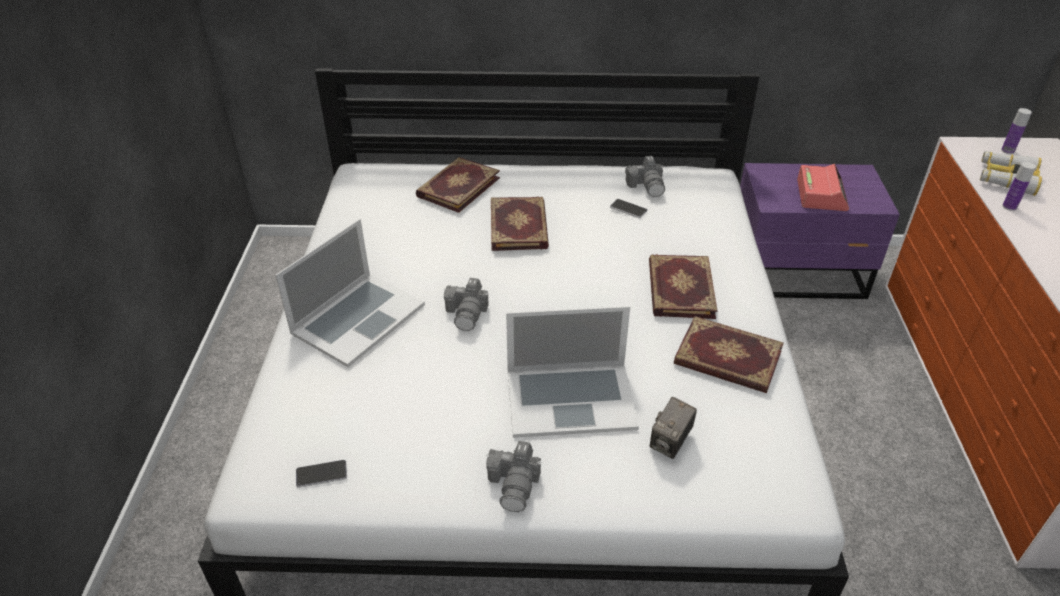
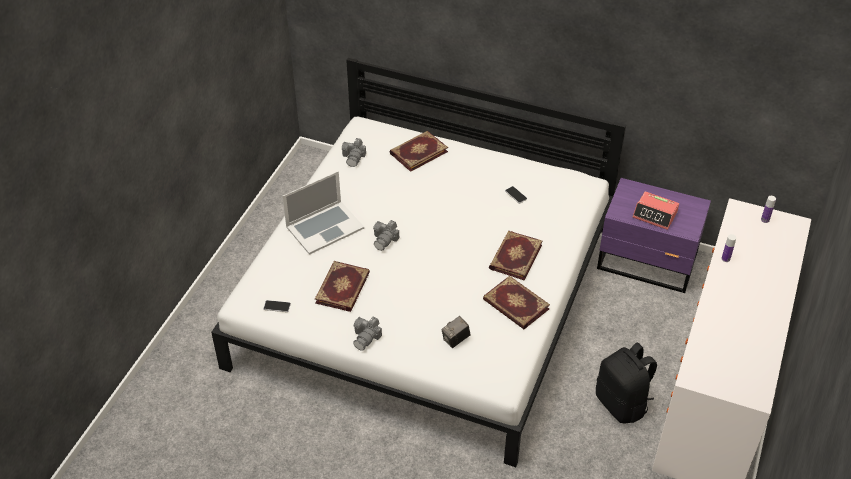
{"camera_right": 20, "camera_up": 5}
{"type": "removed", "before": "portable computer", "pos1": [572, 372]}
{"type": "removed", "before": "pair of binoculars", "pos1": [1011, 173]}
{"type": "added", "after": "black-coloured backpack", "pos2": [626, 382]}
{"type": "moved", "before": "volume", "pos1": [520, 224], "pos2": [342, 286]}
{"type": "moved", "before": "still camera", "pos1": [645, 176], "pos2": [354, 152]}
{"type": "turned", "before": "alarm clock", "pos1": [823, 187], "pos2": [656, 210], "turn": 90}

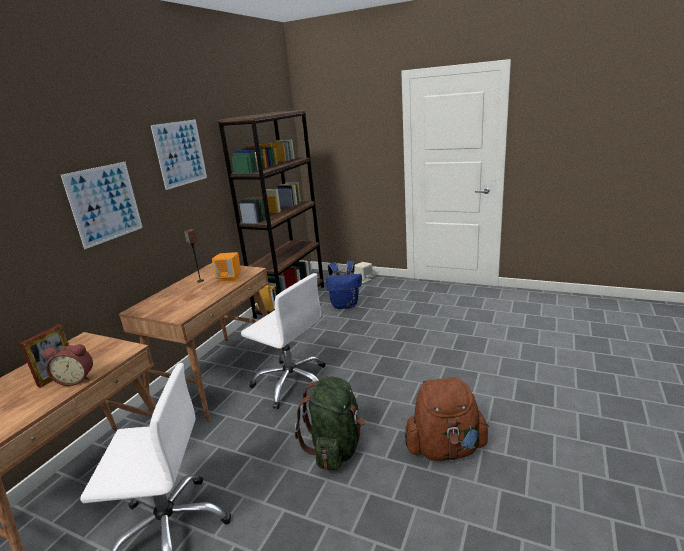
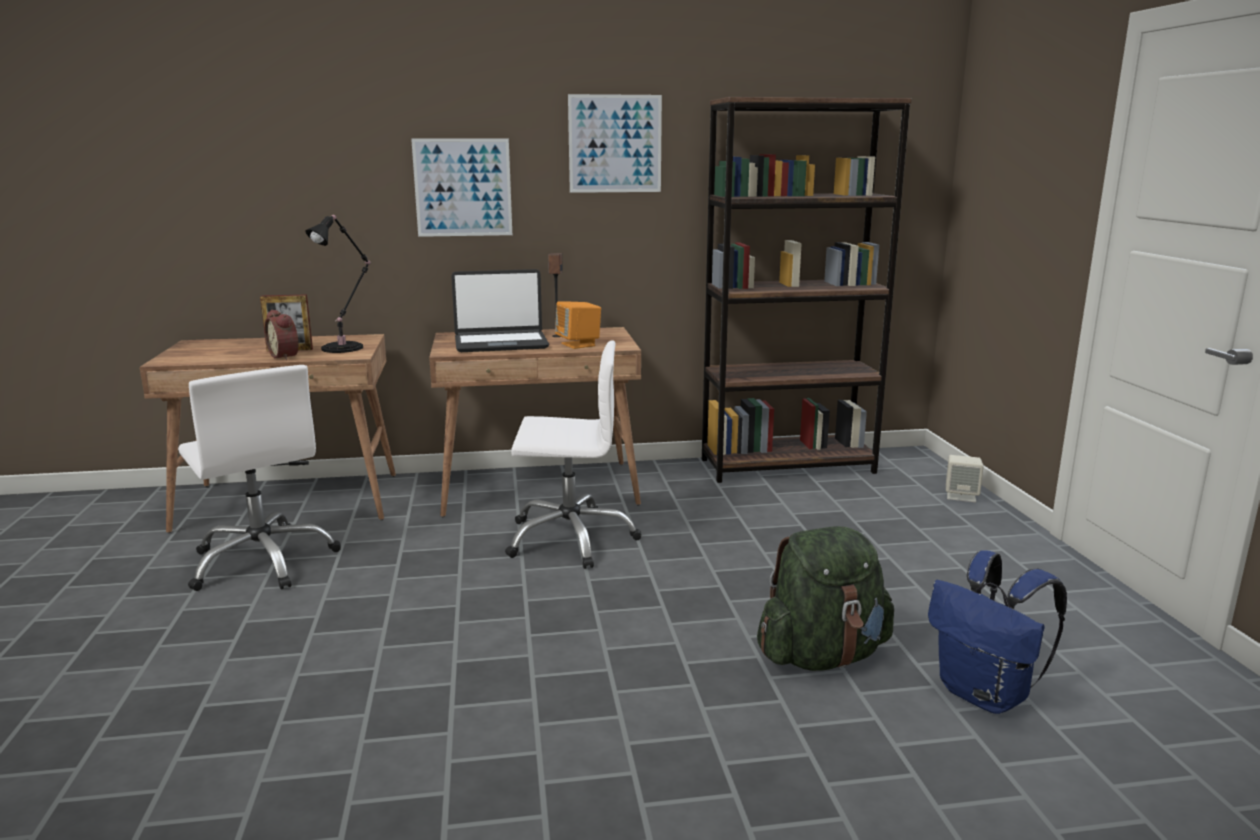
{"camera_right": 55, "camera_up": -5}
{"type": "removed", "before": "brown-coloured backpack", "pos1": [446, 419]}
{"type": "added", "after": "black-coloured tabletop lamp", "pos2": [338, 284]}
{"type": "added", "after": "portable computer", "pos2": [500, 310]}
{"type": "moved", "before": "green backpack", "pos1": [330, 423], "pos2": [825, 598]}
{"type": "moved", "before": "bluish backpack", "pos1": [344, 285], "pos2": [997, 632]}
{"type": "turned", "before": "white office chair", "pos1": [283, 341], "pos2": [573, 454], "turn": -90}

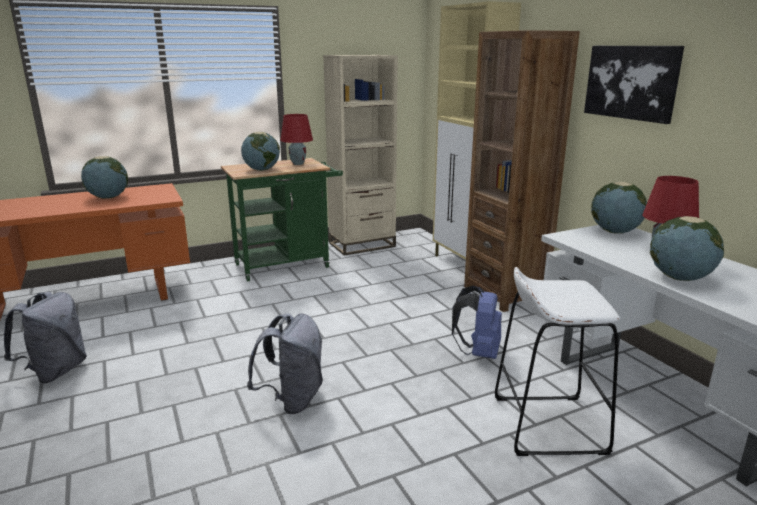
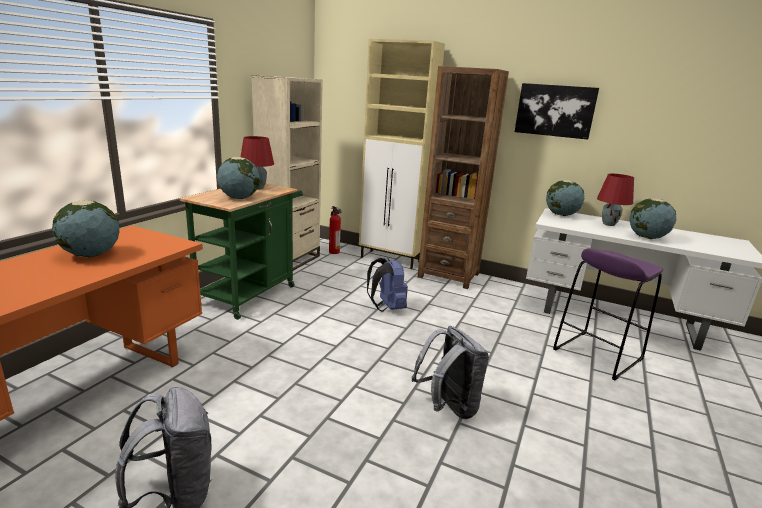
{"camera_right": -40, "camera_up": 0}
{"type": "added", "after": "fire-fighting cylinder", "pos2": [335, 230]}
{"type": "moved", "before": "bluish backpack", "pos1": [477, 322], "pos2": [387, 285]}
{"type": "recoloured", "before": "white sitting stool", "after": "purple-coloured sitting stool", "pos1": [557, 361], "pos2": [608, 314]}

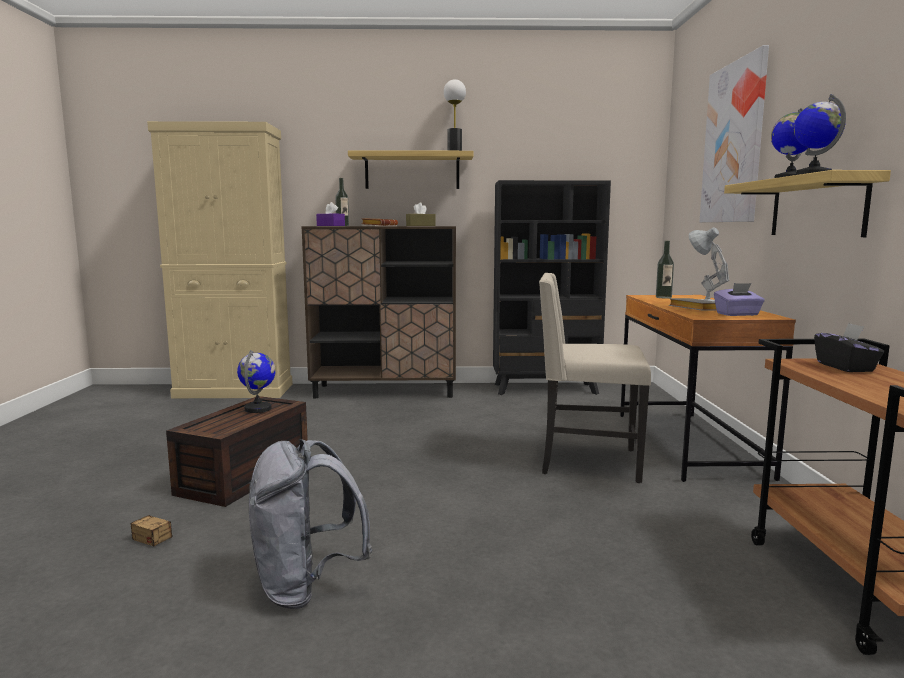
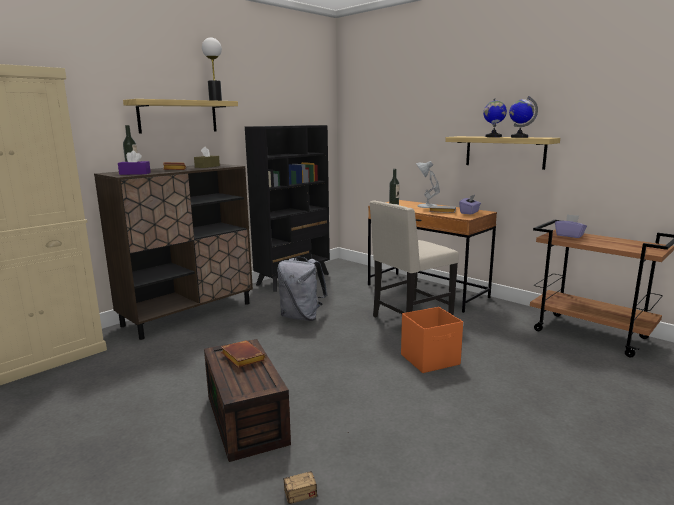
{"camera_right": -45, "camera_up": 5}
{"type": "removed", "before": "wall art", "pos1": [734, 133]}
{"type": "added", "after": "orangey storage box", "pos2": [432, 340]}
{"type": "moved", "before": "grey backpack", "pos1": [310, 524], "pos2": [302, 289]}
{"type": "replaced", "before": "desk globe", "after": "brown-coloured volume", "pos1": [256, 381], "pos2": [243, 354]}
{"type": "recoloured", "before": "black-coloured tissue holder", "after": "purple-coloured tissue holder", "pos1": [849, 347], "pos2": [571, 226]}

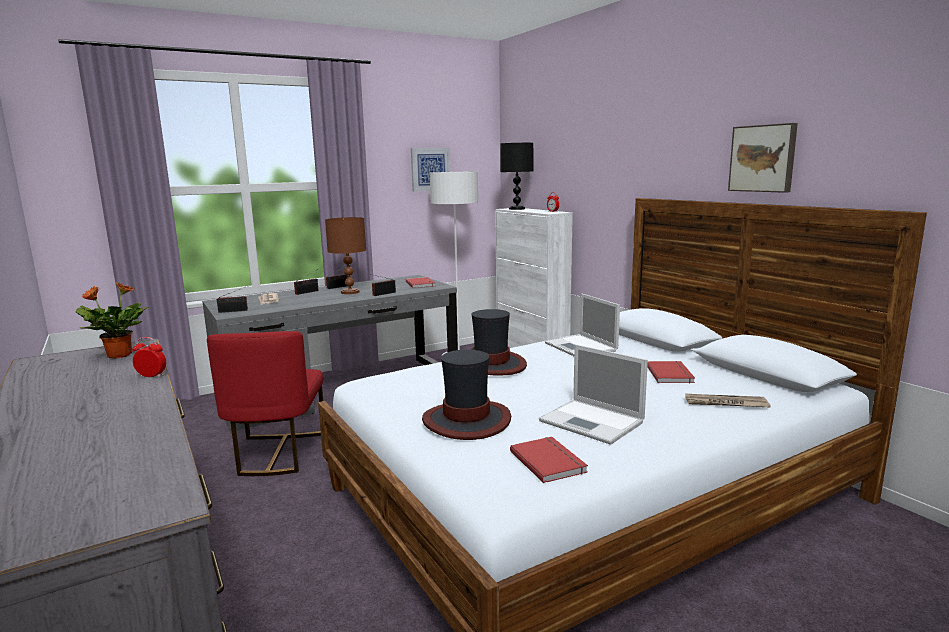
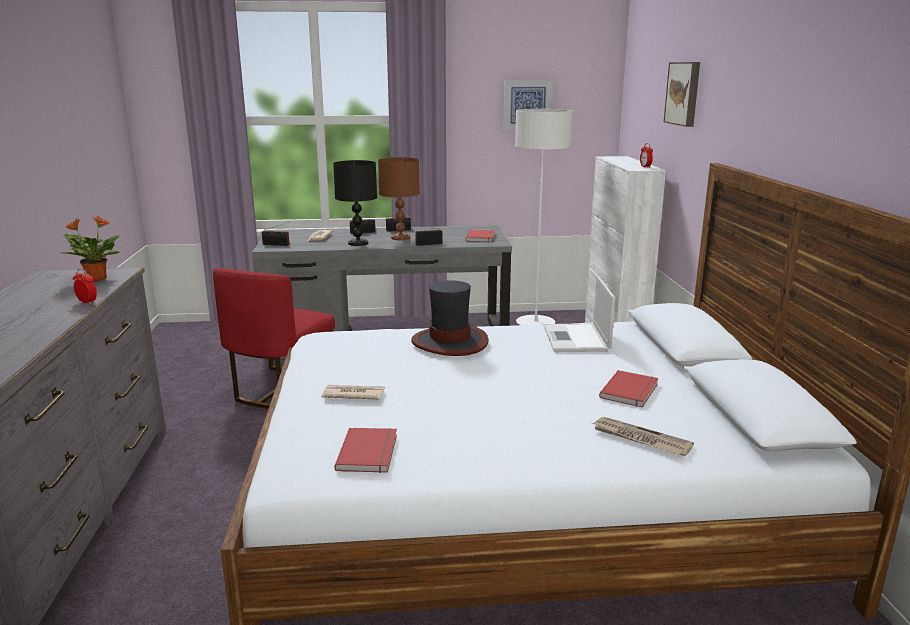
{"camera_right": 25, "camera_up": 5}
{"type": "removed", "before": "portable computer", "pos1": [593, 394]}
{"type": "moved", "before": "black-coloured tabletop lamp", "pos1": [516, 176], "pos2": [355, 203]}
{"type": "moved", "before": "wall art", "pos1": [763, 158], "pos2": [682, 94]}
{"type": "replaced", "before": "wearable hat", "after": "daily paper", "pos1": [466, 395], "pos2": [353, 392]}

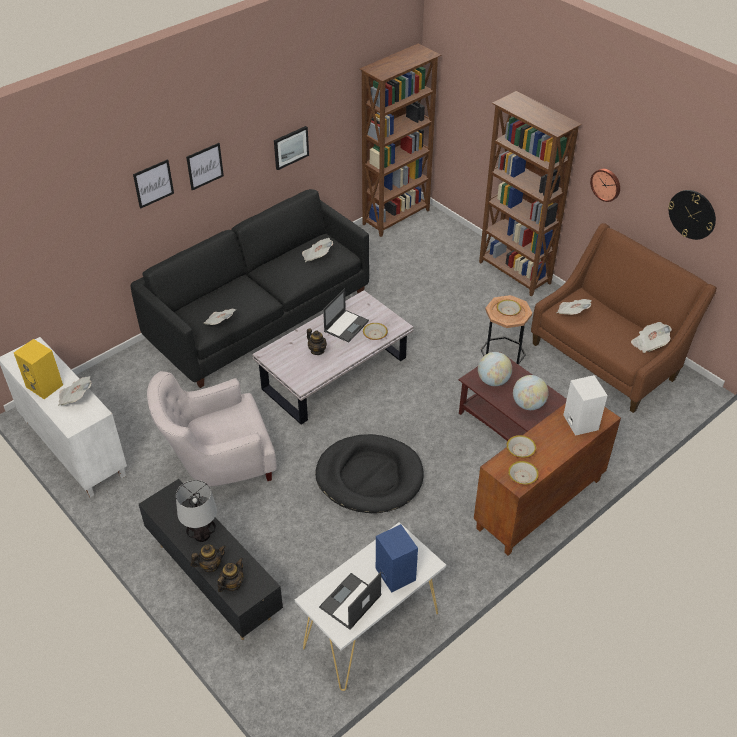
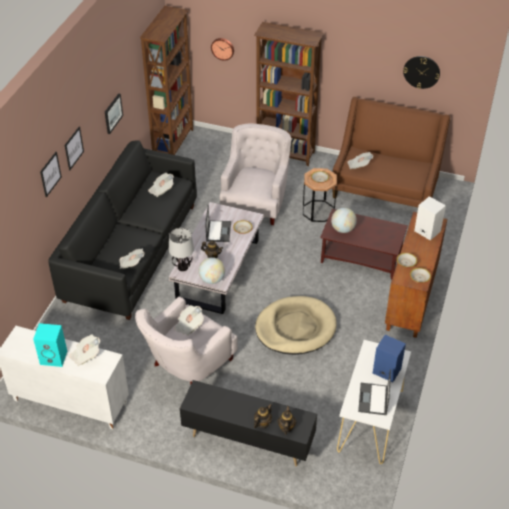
{"camera_right": -30, "camera_up": 0}
{"type": "added", "after": "white lounge chair", "pos2": [255, 174]}
{"type": "moved", "before": "tabletop lamp", "pos1": [196, 511], "pos2": [181, 249]}
{"type": "moved", "before": "desk globe", "pos1": [531, 392], "pos2": [212, 270]}
{"type": "moved", "before": "wall clock", "pos1": [605, 185], "pos2": [222, 49]}
{"type": "moved", "before": "daily paper", "pos1": [651, 337], "pos2": [189, 320]}
{"type": "recoloured", "before": "yellowish loudspeaker", "after": "blue-green loudspeaker", "pos1": [38, 369], "pos2": [50, 345]}
{"type": "recoloured", "before": "black-coloured dog cushion", "after": "sand-coloured dog cushion", "pos1": [369, 473], "pos2": [296, 325]}

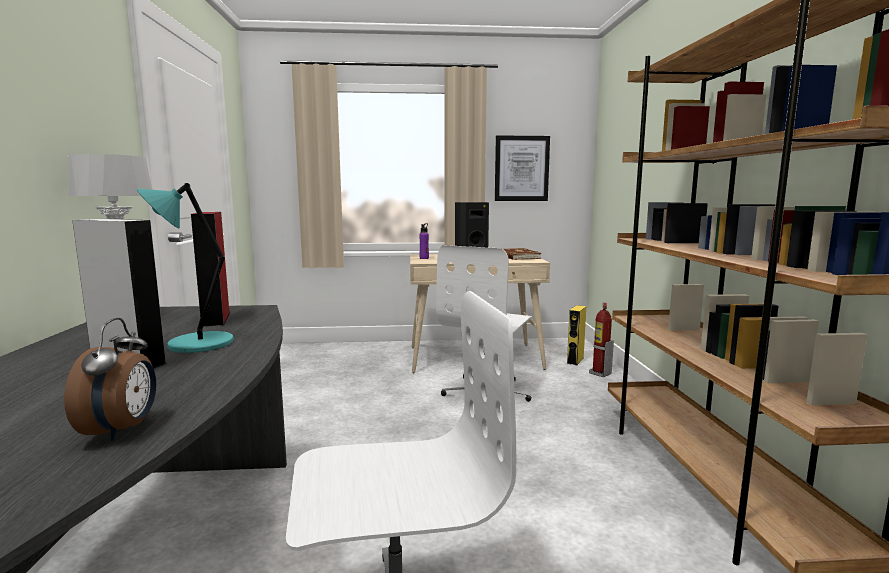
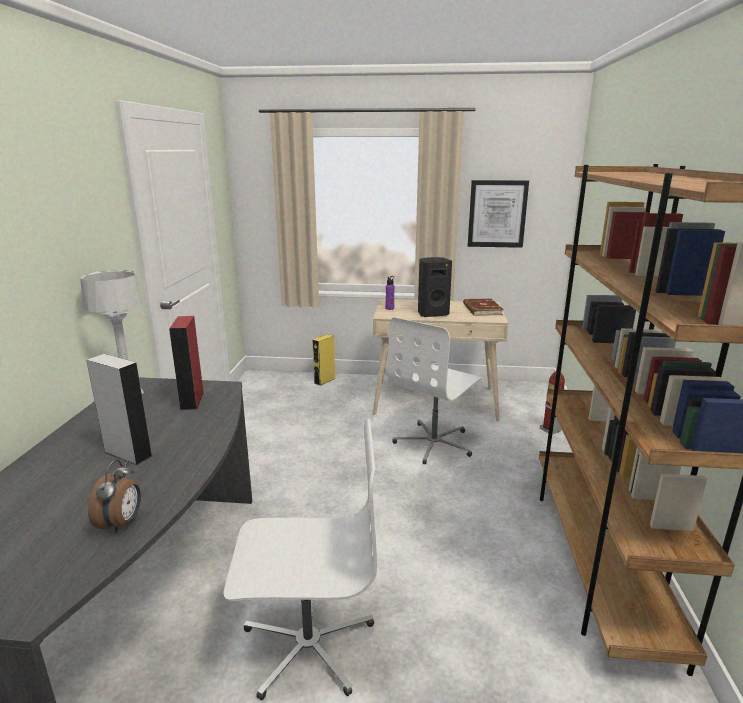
{"camera_right": 10, "camera_up": 10}
{"type": "removed", "before": "blue-green tabletop lamp", "pos1": [185, 268]}
{"type": "moved", "before": "yellowish loudspeaker", "pos1": [576, 335], "pos2": [323, 360]}

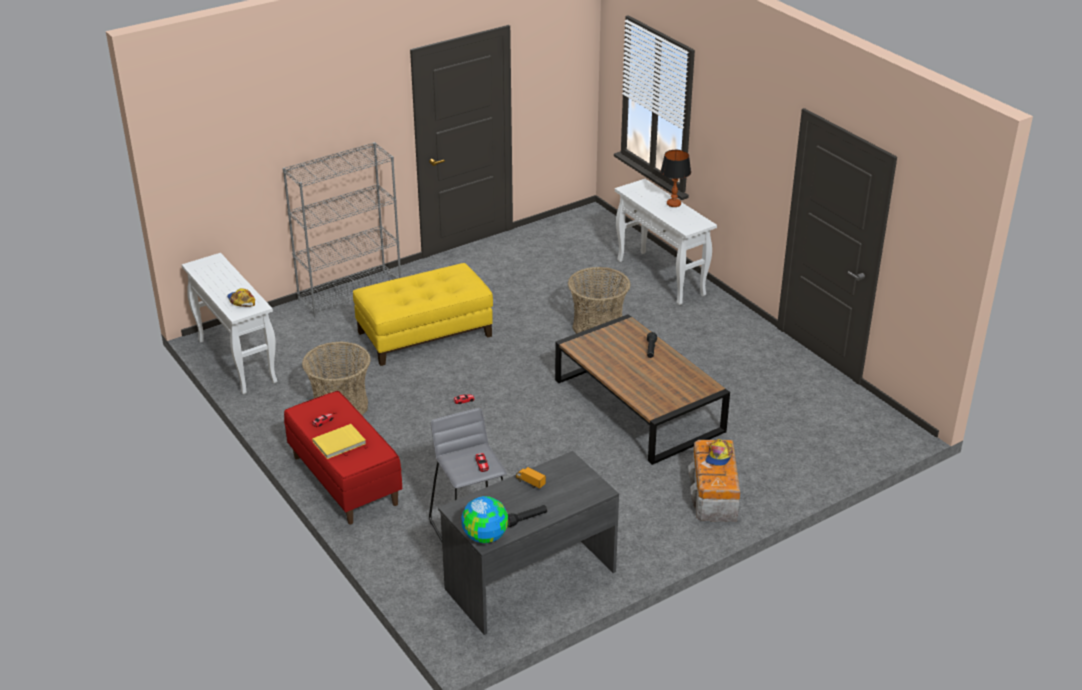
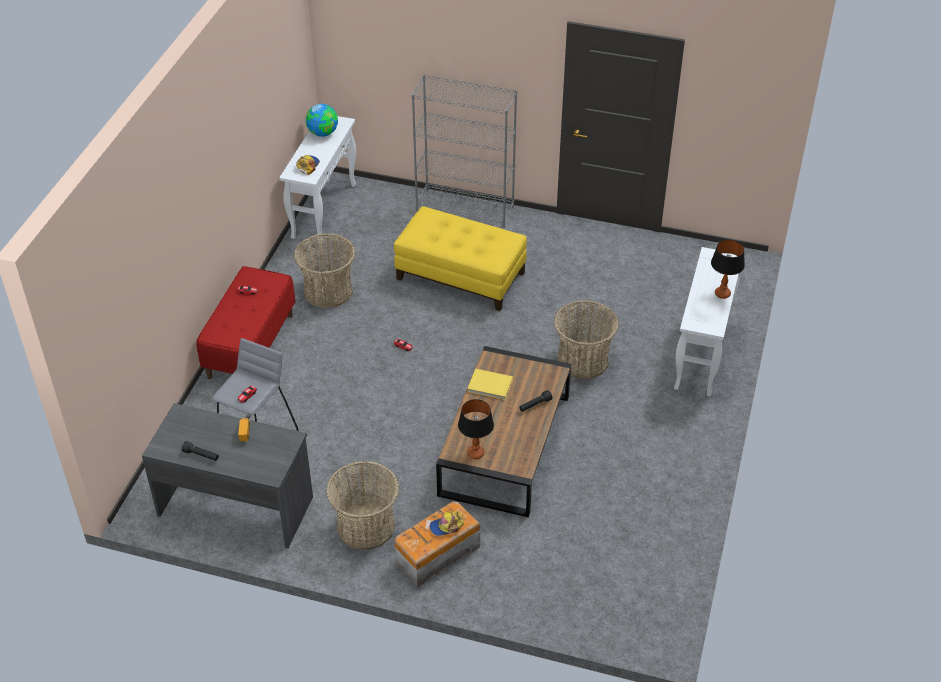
{"camera_right": 50, "camera_up": 10}
{"type": "added", "after": "basket", "pos2": [362, 505]}
{"type": "added", "after": "tabletop lamp", "pos2": [476, 429]}
{"type": "moved", "before": "yellowish volume", "pos1": [339, 441], "pos2": [490, 384]}
{"type": "moved", "before": "desk globe", "pos1": [485, 519], "pos2": [322, 120]}

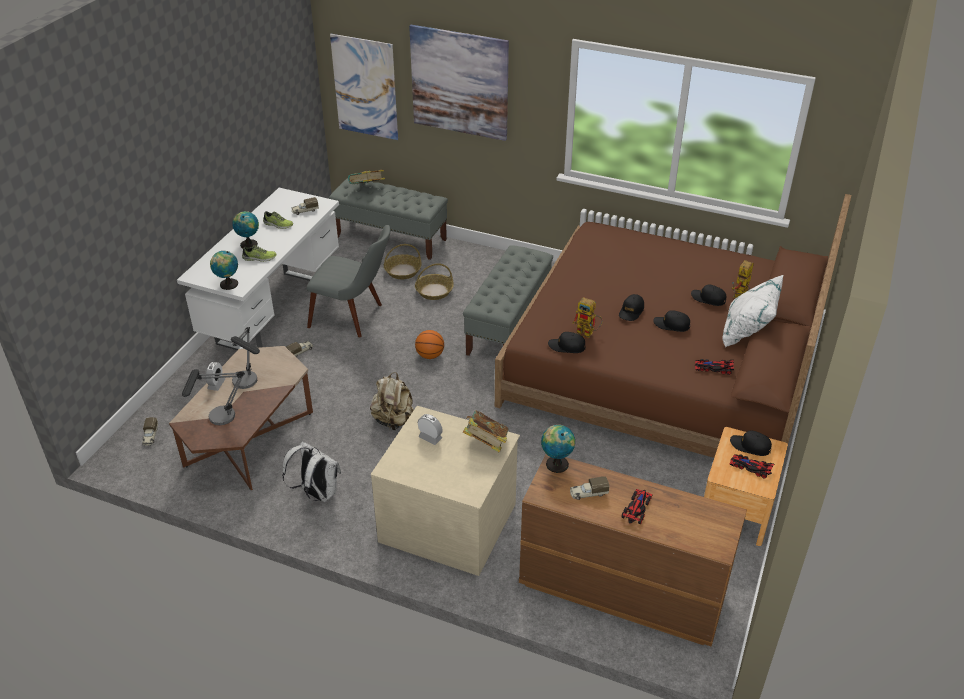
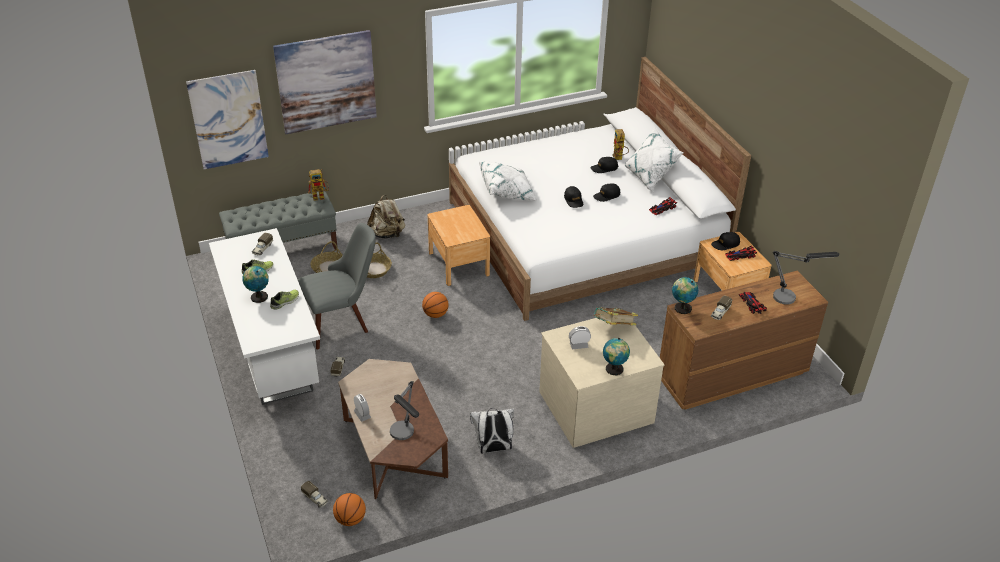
{"camera_right": -45, "camera_up": 0}
{"type": "removed", "before": "volume", "pos1": [366, 177]}
{"type": "removed", "before": "black-coloured cap", "pos1": [567, 342]}
{"type": "added", "after": "basketball", "pos2": [349, 509]}
{"type": "added", "after": "white cushion", "pos2": [508, 181]}
{"type": "moved", "before": "desk globe", "pos1": [224, 270], "pos2": [616, 356]}
{"type": "moved", "before": "tabletop lamp", "pos1": [245, 358], "pos2": [806, 277]}
{"type": "moved", "before": "sand-coloured backpack", "pos1": [392, 401], "pos2": [386, 216]}
{"type": "moved", "before": "robot figure", "pos1": [588, 318], "pos2": [318, 185]}
{"type": "replaced", "before": "grey indoor bench", "after": "brown-coloured night table", "pos1": [508, 300], "pos2": [459, 245]}
{"type": "recoloured", "before": "brown-coloured sleeping bed", "after": "white sleeping bed", "pos1": [673, 326], "pos2": [600, 189]}

